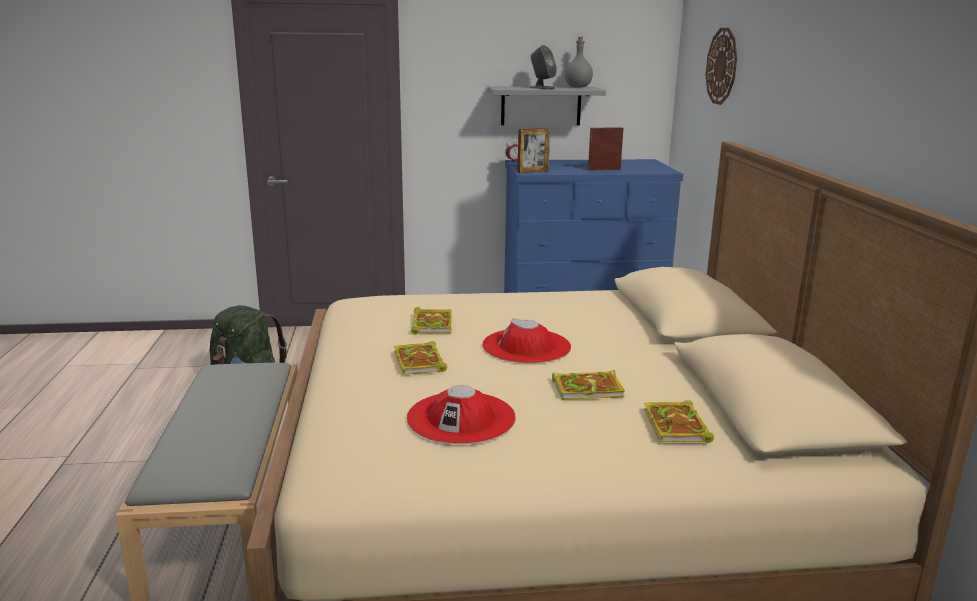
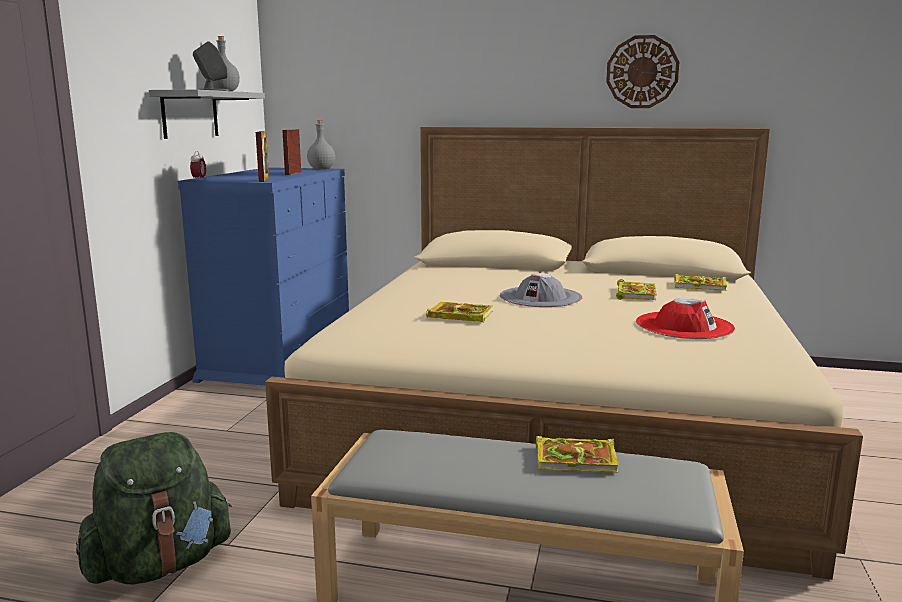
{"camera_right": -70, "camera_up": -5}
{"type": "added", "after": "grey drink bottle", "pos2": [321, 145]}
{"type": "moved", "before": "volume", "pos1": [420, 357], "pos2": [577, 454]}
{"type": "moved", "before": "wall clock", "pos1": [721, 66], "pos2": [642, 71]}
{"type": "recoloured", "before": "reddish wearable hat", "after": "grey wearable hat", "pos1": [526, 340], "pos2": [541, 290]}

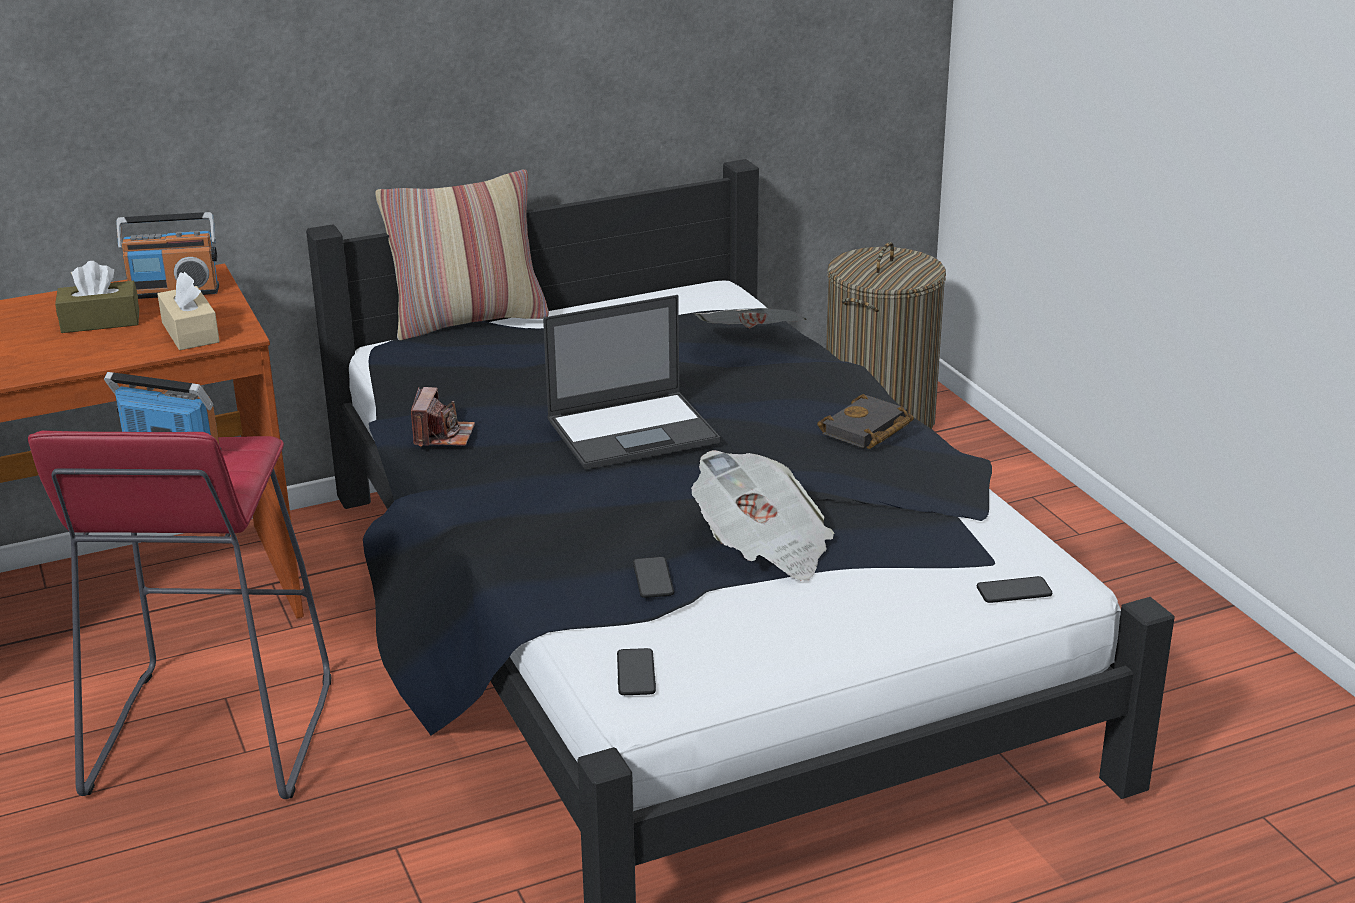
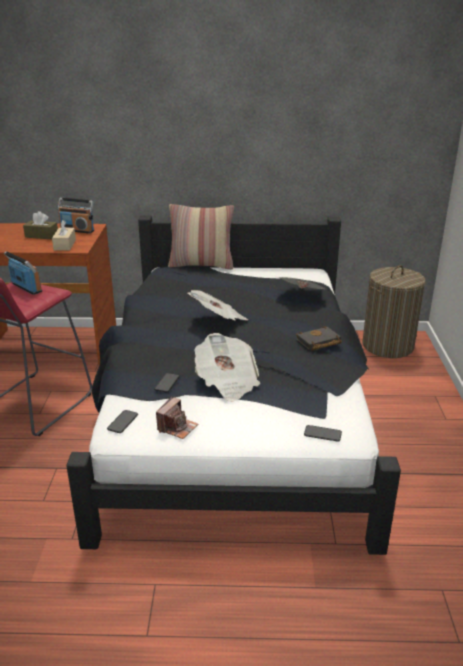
{"camera_right": 25, "camera_up": 0}
{"type": "moved", "before": "still camera", "pos1": [443, 417], "pos2": [177, 418]}
{"type": "replaced", "before": "portable computer", "after": "daily paper", "pos1": [631, 382], "pos2": [218, 305]}

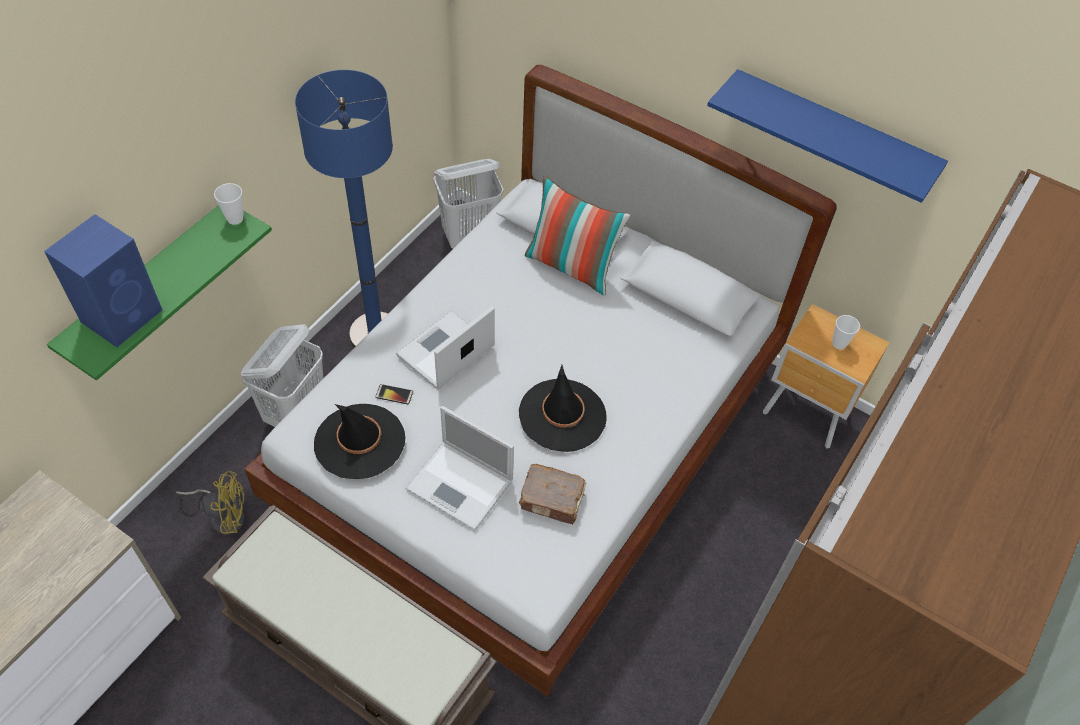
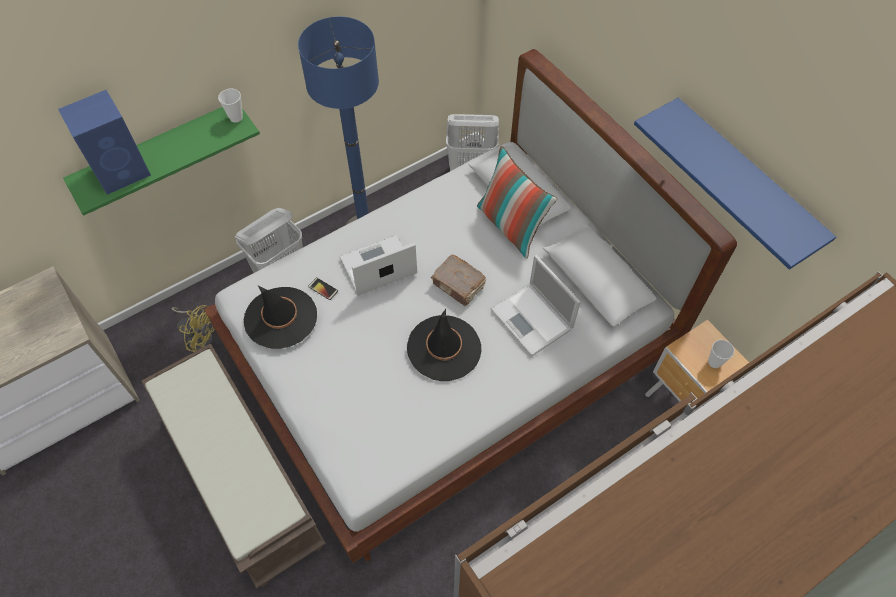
{"camera_right": 25, "camera_up": 5}
{"type": "moved", "before": "portable computer", "pos1": [459, 468], "pos2": [535, 305]}
{"type": "moved", "before": "brown-coloured volume", "pos1": [552, 494], "pos2": [458, 280]}

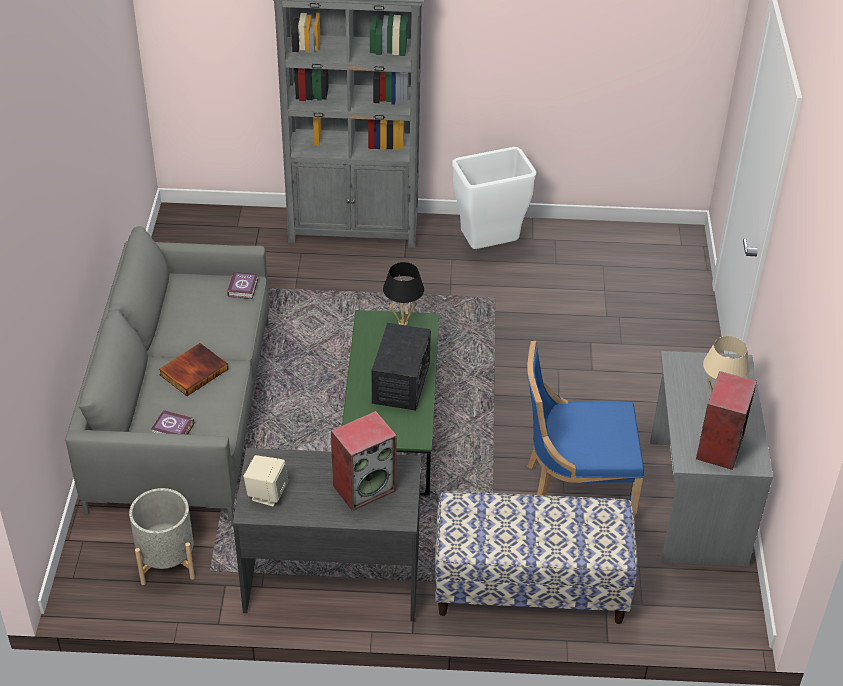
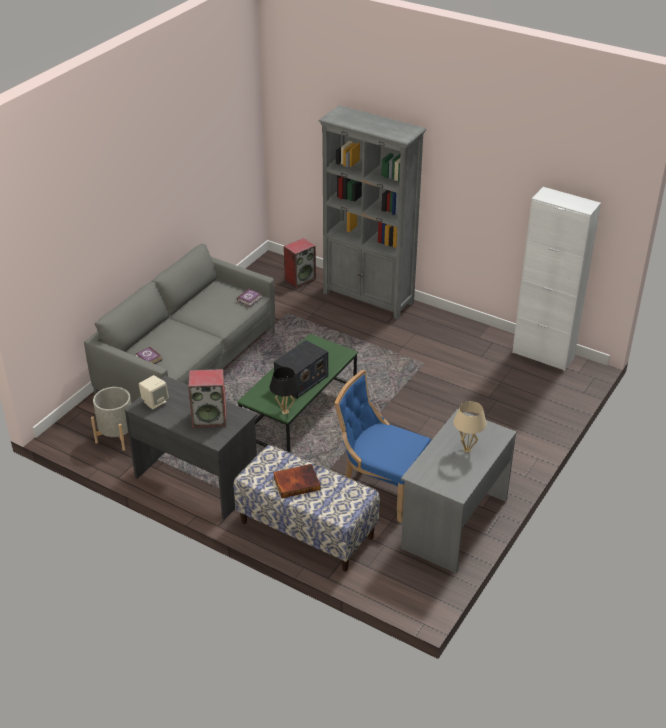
{"camera_right": 30, "camera_up": -5}
{"type": "removed", "before": "white rubbish bin", "pos1": [494, 198]}
{"type": "added", "after": "white storage cabinet", "pos2": [556, 279]}
{"type": "moved", "before": "volume", "pos1": [193, 369], "pos2": [297, 481]}
{"type": "moved", "before": "black-coloured tabletop lamp", "pos1": [403, 294], "pos2": [284, 391]}
{"type": "moved", "before": "loudspeaker", "pos1": [726, 420], "pos2": [300, 263]}

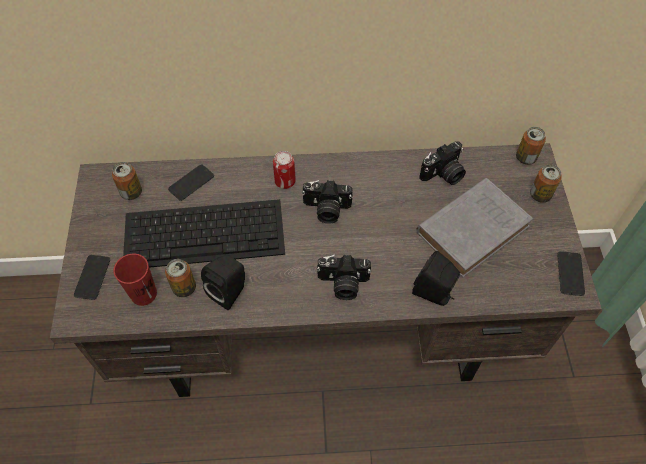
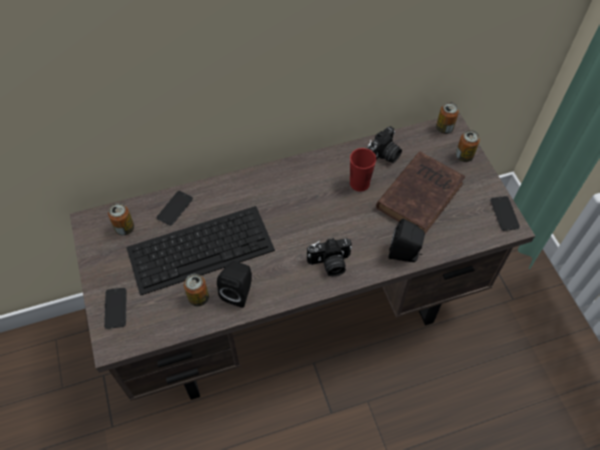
{"camera_right": -15, "camera_up": 0}
{"type": "removed", "before": "can", "pos1": [284, 170]}
{"type": "removed", "before": "still camera", "pos1": [327, 202]}
{"type": "moved", "before": "reddish small cup", "pos1": [135, 280], "pos2": [363, 170]}
{"type": "recoloured", "before": "grey volume", "after": "brown-coloured volume", "pos1": [474, 228], "pos2": [420, 193]}

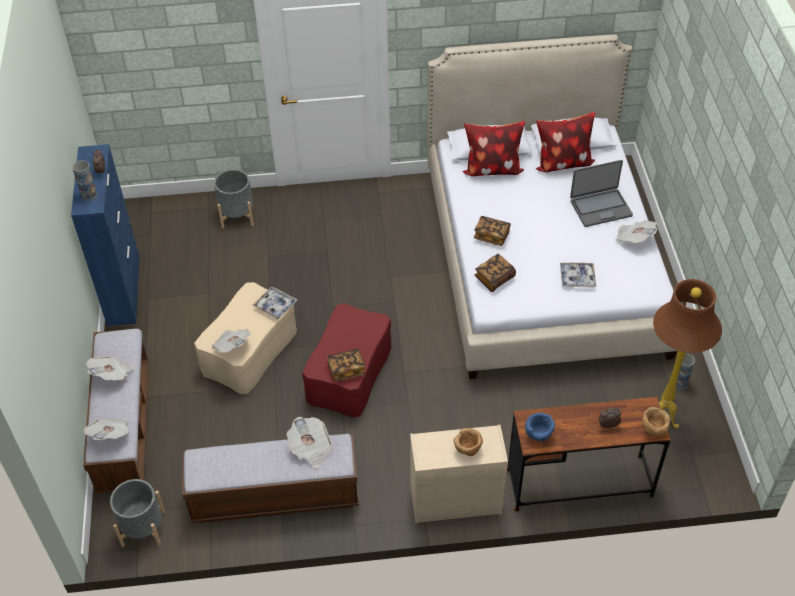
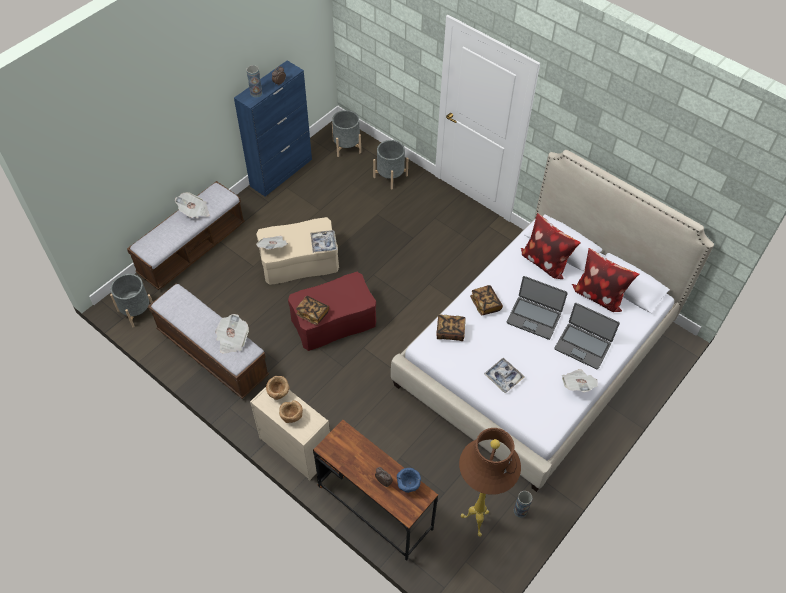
{"camera_right": 45, "camera_up": 5}
{"type": "removed", "before": "daily paper", "pos1": [107, 429]}
{"type": "added", "after": "grey flower pot", "pos2": [346, 133]}
{"type": "added", "after": "portable computer", "pos2": [537, 308]}
{"type": "moved", "before": "bluish bowl", "pos1": [540, 427], "pos2": [409, 480]}
{"type": "moved", "before": "brown-coloured bowl", "pos1": [656, 421], "pos2": [277, 388]}

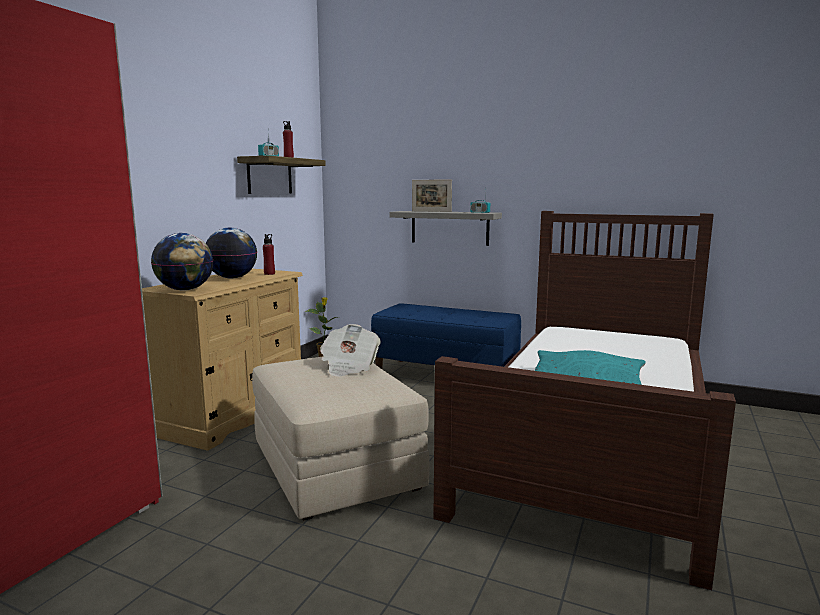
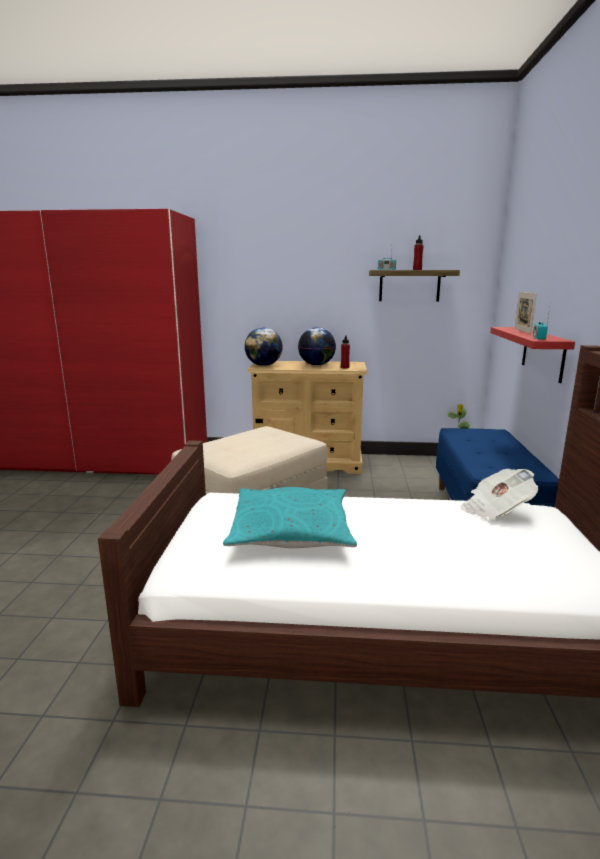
{"camera_right": 70, "camera_up": 5}
{"type": "moved", "before": "daily paper", "pos1": [350, 350], "pos2": [499, 494]}
{"type": "recoloured", "before": "grey shelf", "after": "reddish shelf", "pos1": [446, 228], "pos2": [532, 355]}

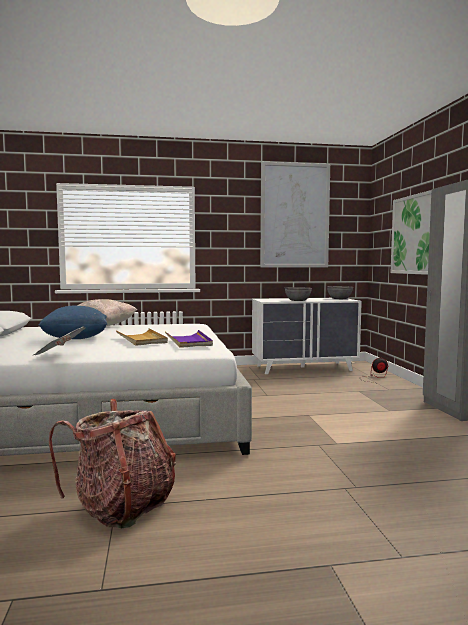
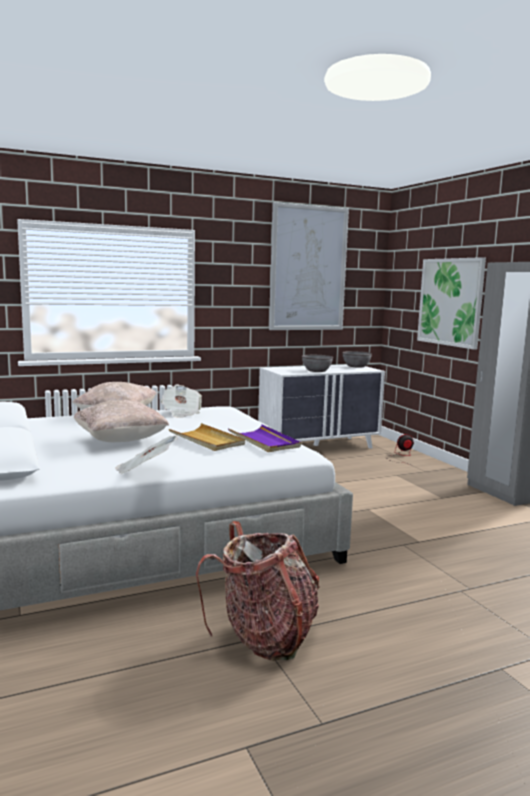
{"camera_right": -15, "camera_up": 5}
{"type": "added", "after": "daily paper", "pos2": [181, 401]}
{"type": "recoloured", "before": "bluish cushion", "after": "sand-coloured cushion", "pos1": [73, 322], "pos2": [121, 421]}

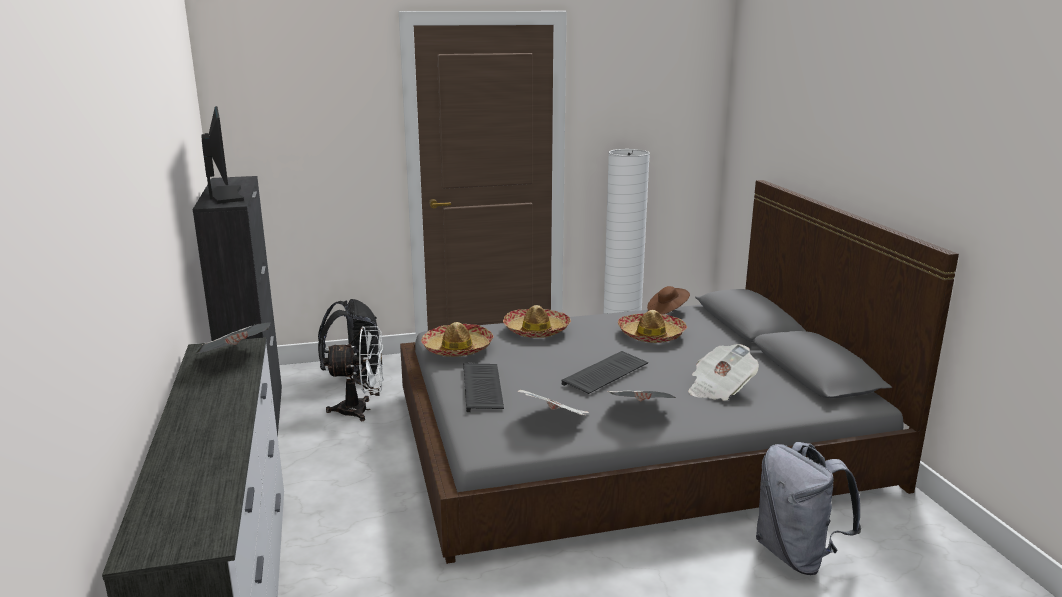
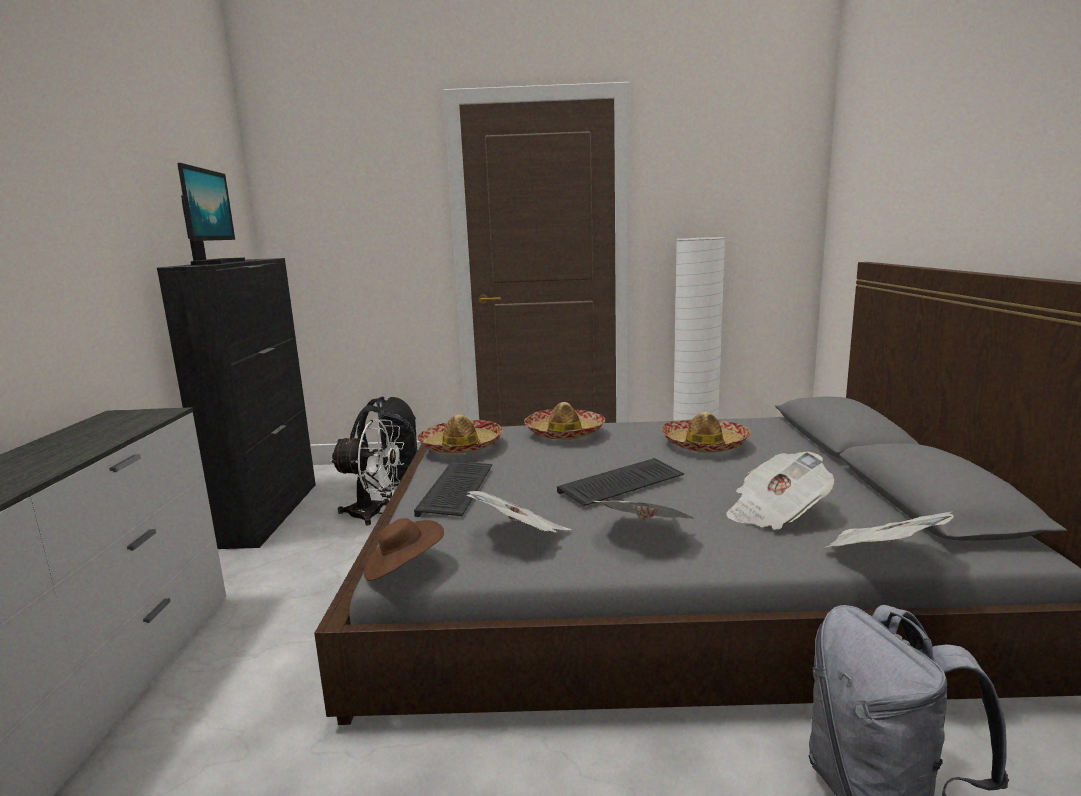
{"camera_right": 15, "camera_up": -5}
{"type": "moved", "before": "daily paper", "pos1": [232, 338], "pos2": [889, 529]}
{"type": "moved", "before": "brown-coloured wearable hat", "pos1": [668, 300], "pos2": [404, 549]}

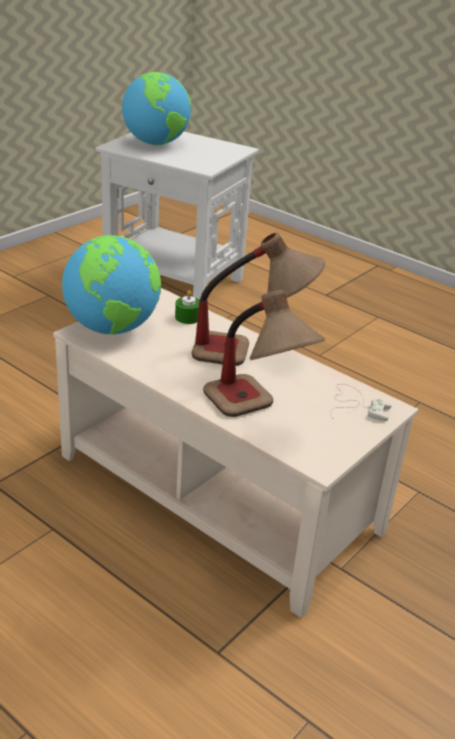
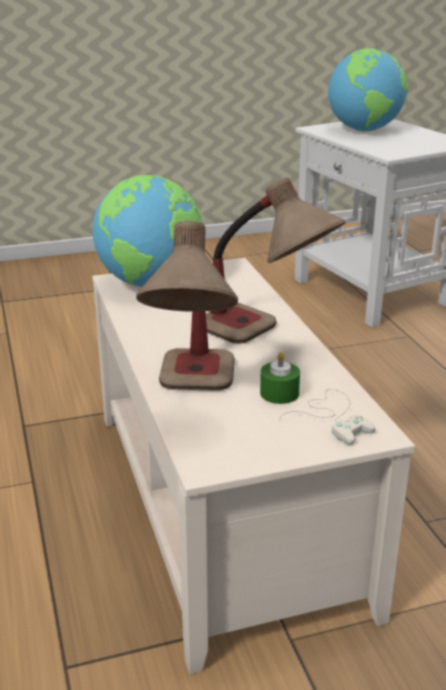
{"camera_right": 35, "camera_up": -5}
{"type": "moved", "before": "green wax light", "pos1": [187, 307], "pos2": [280, 378]}

